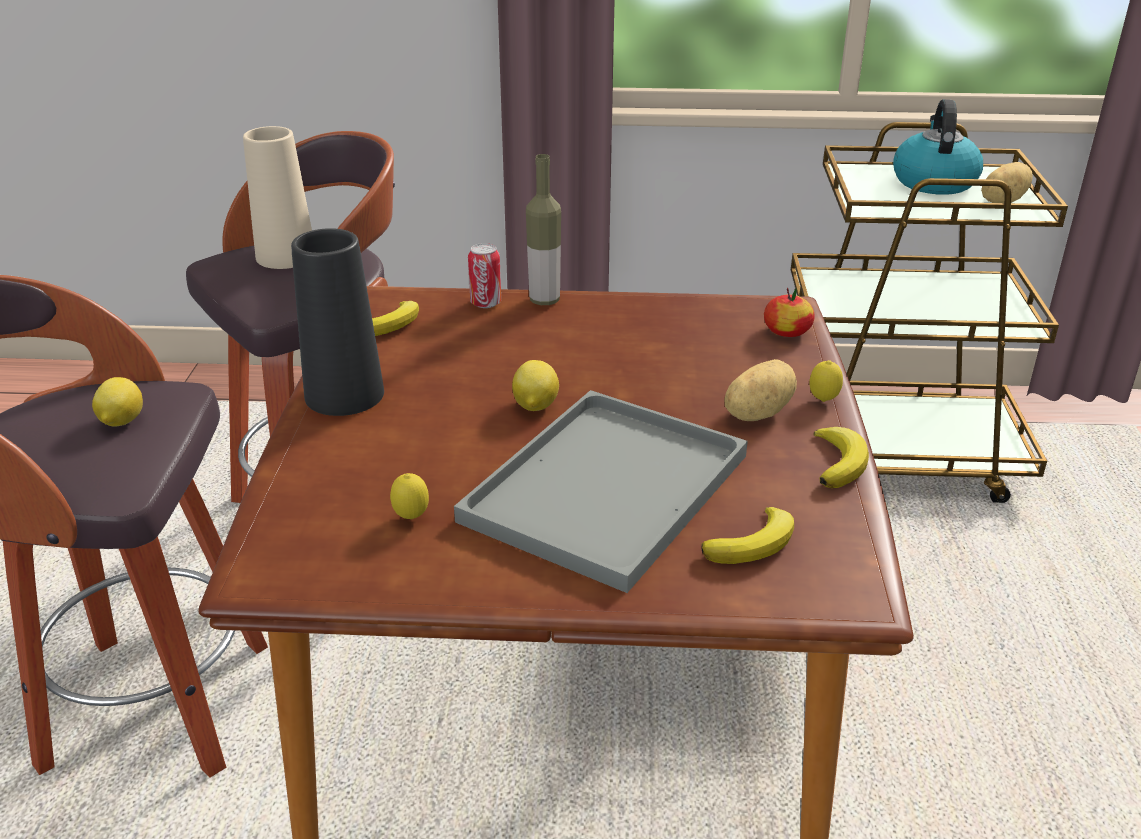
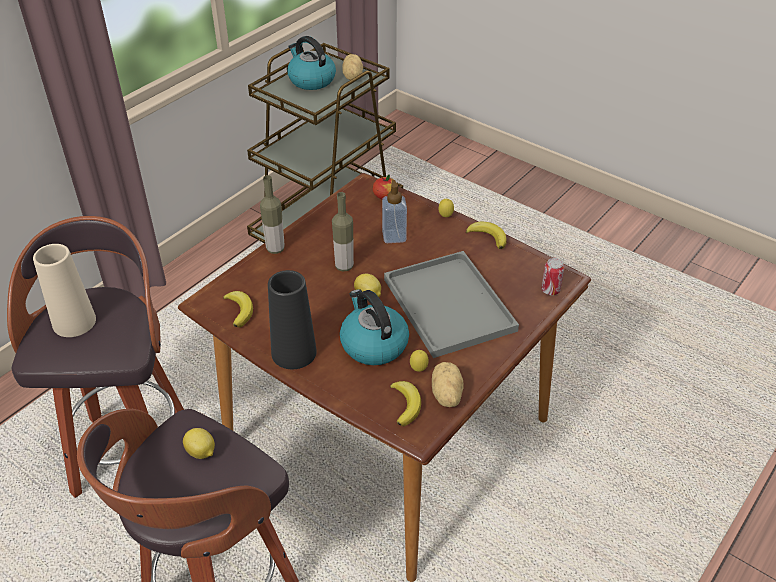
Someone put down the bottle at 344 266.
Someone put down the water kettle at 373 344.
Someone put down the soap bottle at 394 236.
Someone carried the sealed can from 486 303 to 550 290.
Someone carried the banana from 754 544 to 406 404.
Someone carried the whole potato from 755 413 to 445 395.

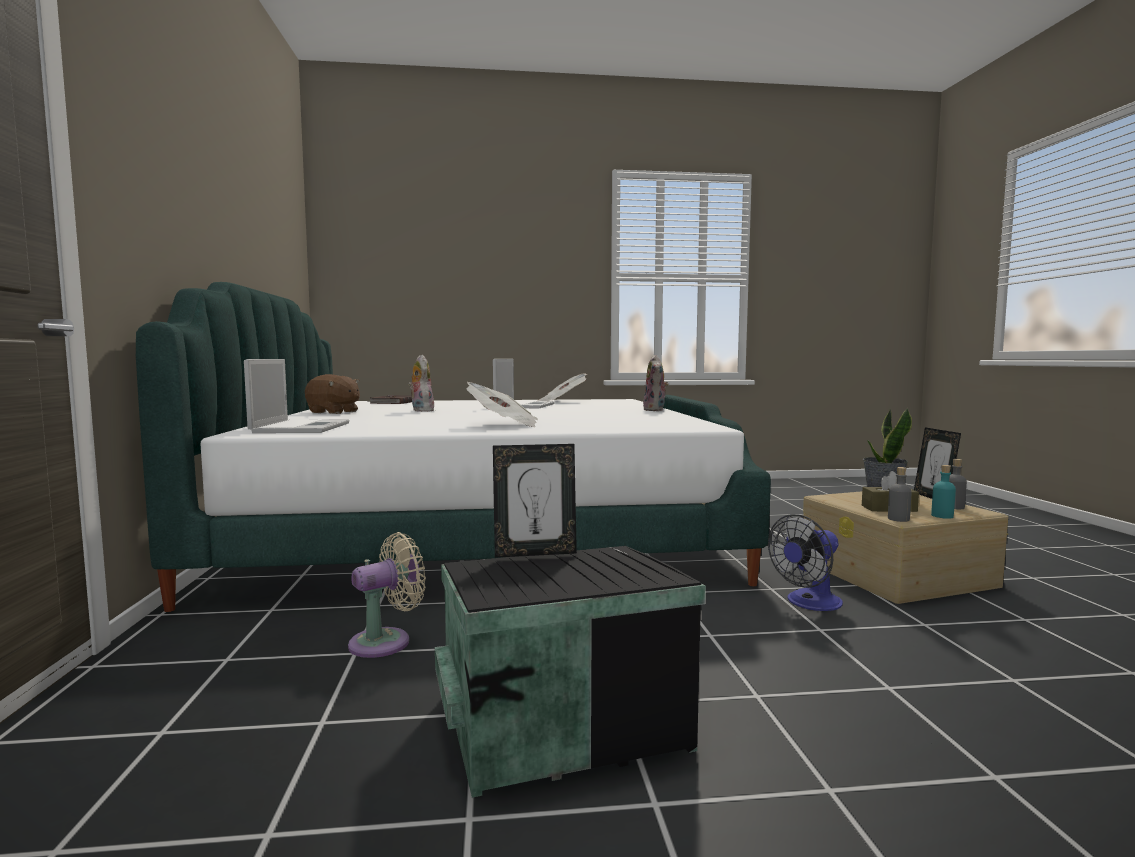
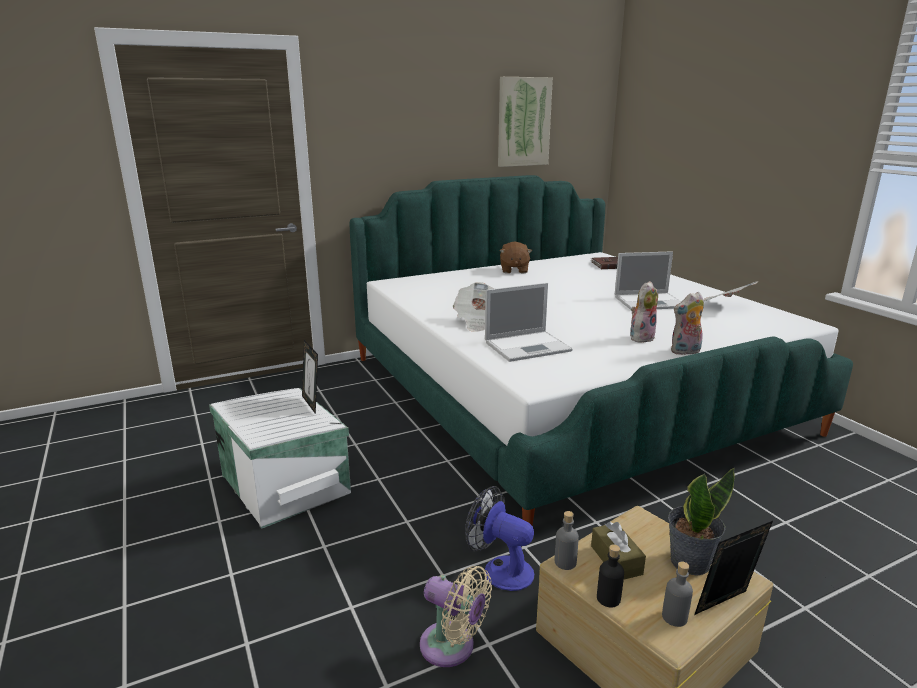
Someone put up the wall art at 523 122.
Someone carried the portable computer from 302 427 to 528 346.
Someone carried the fan (beige) from 386 642 to 452 647.
Someone carried the plush toy from 421 410 to 641 337.
Someone repainted the storage bin (blackish) at 557 716, which became the storage bin (white) at 286 483.
Someone repainted the bottle (turquoise) at 942 516, which became the bottle (blackish) at 608 598.

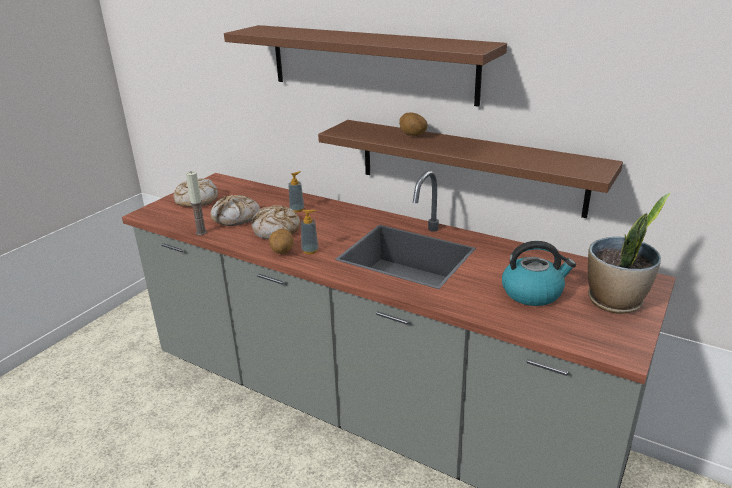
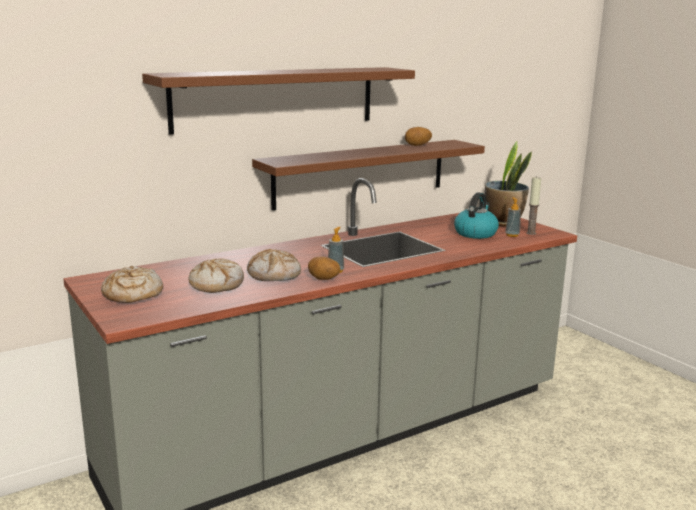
Someone carried the candle from 201 232 to 531 233.
Someone carried the soap bottle from 297 209 to 512 235.
Someone carried the whole potato from 412 135 to 417 145.

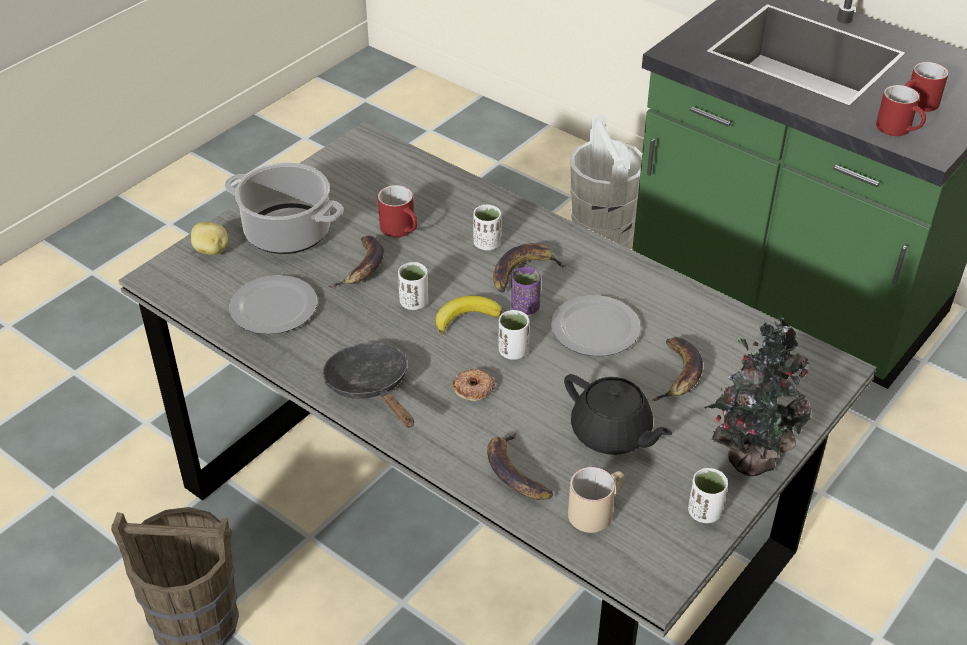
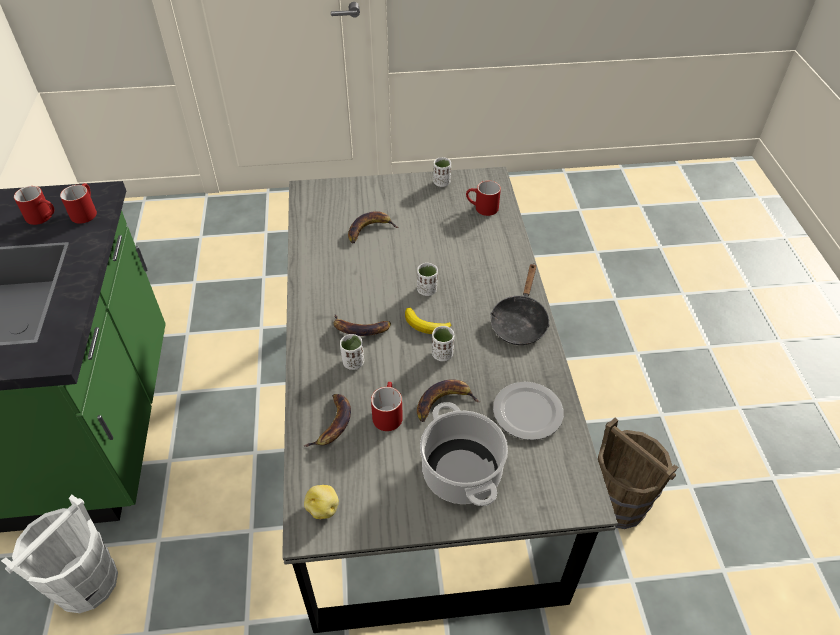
Someone took away the doughnut at 473 388.
Someone took away the small cup (purple-coloured) at 525 307.
Someone took away the dinner plate at 595 330.
Someone took away the teapot (blackish) at 612 434.
Someone took away the houseplant at 747 457.
Someone carried the whole potato from 211 251 to 323 508.
Someone carried the banana from 515 473 to 333 424.
Someone repainted the coffee mug (beige) at 595 510, which became the coffee mug (reddish) at 482 208.

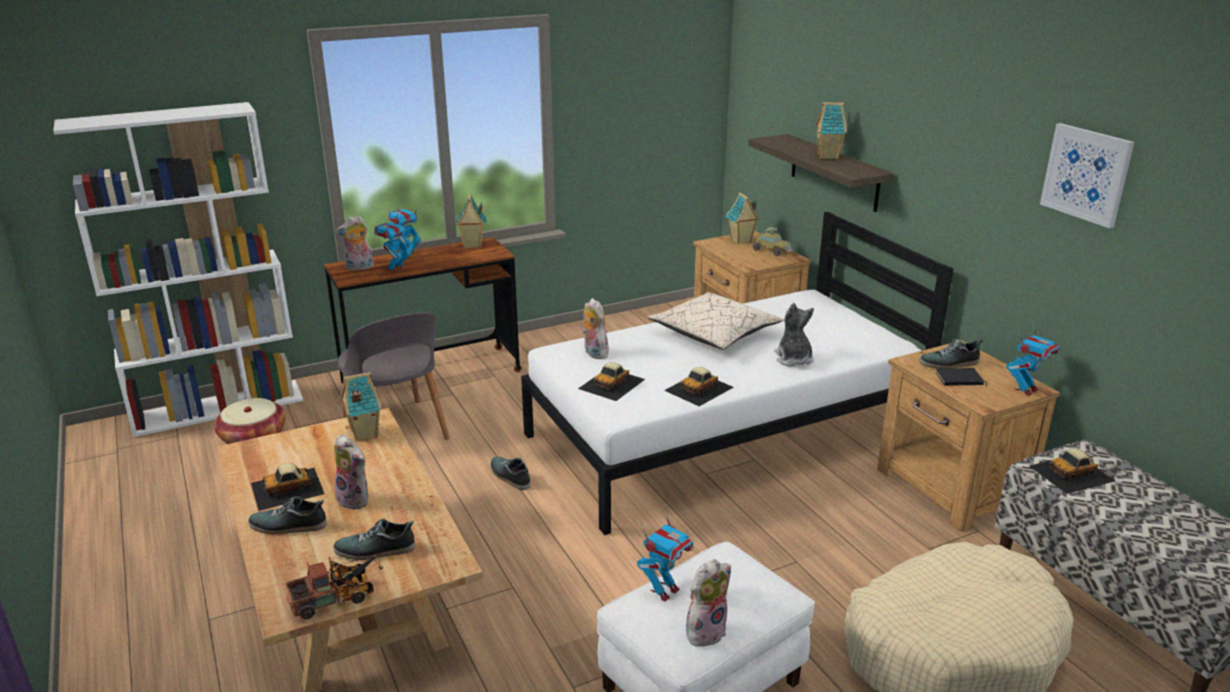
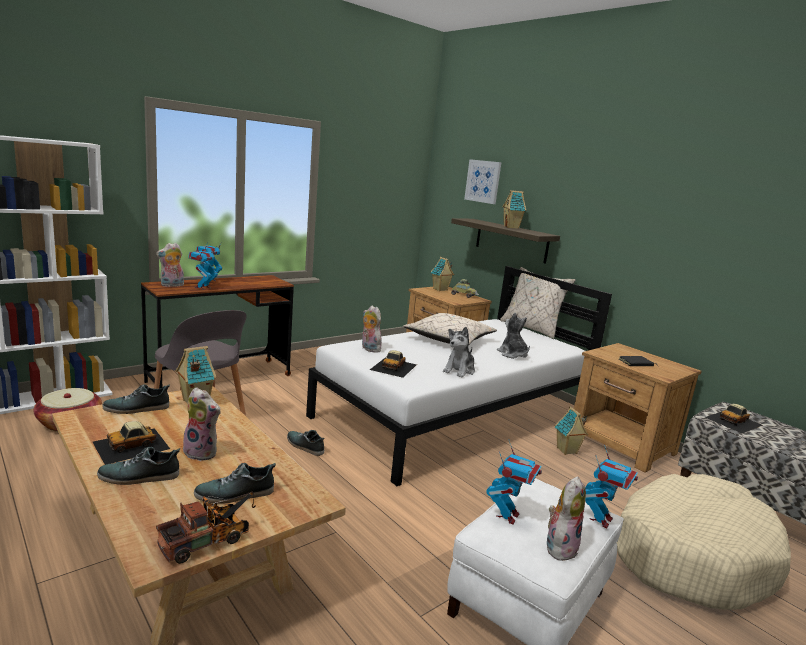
Someone put down the throw pillow (beige) at 531 328.
Someone carried the miniature house from 472 245 to 567 451.
Someone carried the low shoe from 949 363 to 137 408.
Someone carried the model robot from 1026 390 to 601 519.
Someone carried the wall art from 1086 174 to 483 181.
Someone swapped the toy car at 699 388 for the plush toy at 459 370.

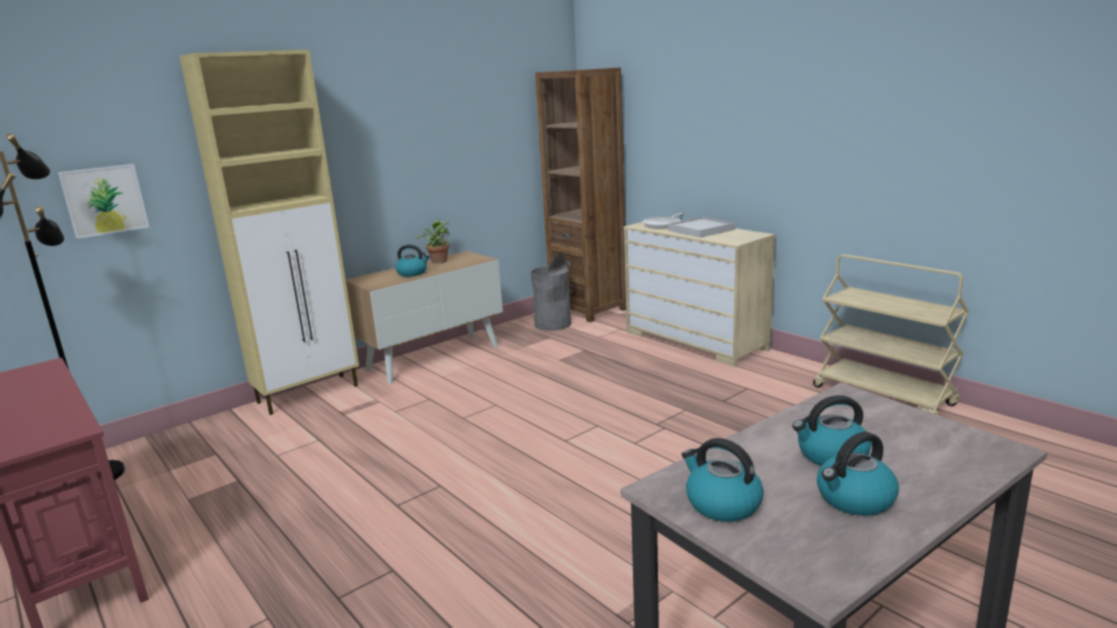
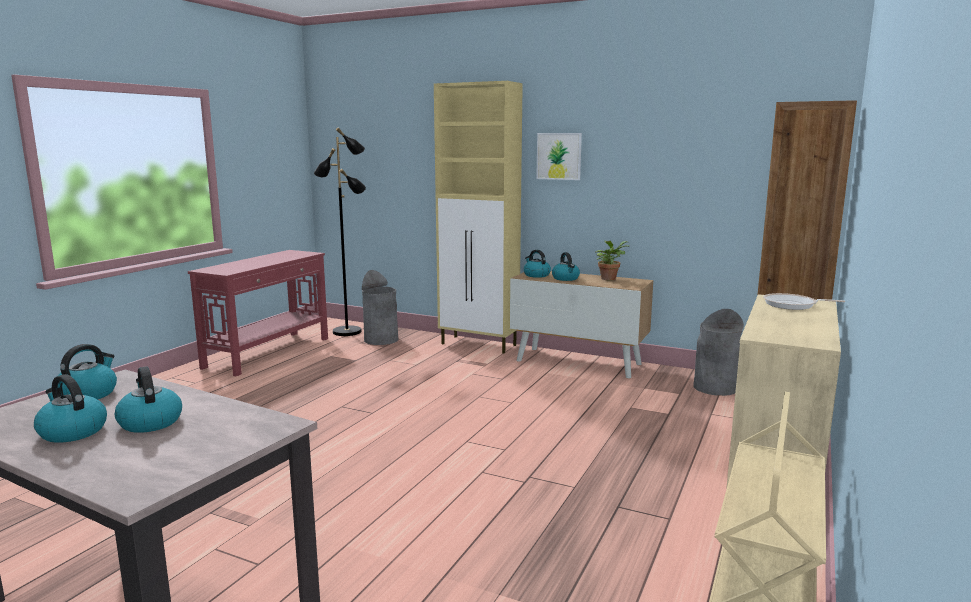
Someone took away the carrying tray (white) at 701 230.
Someone put down the trash can (greyish) at 381 340.
Someone put down the water kettle at 536 275.
Someone carried the wall art from 105 200 to 559 156.

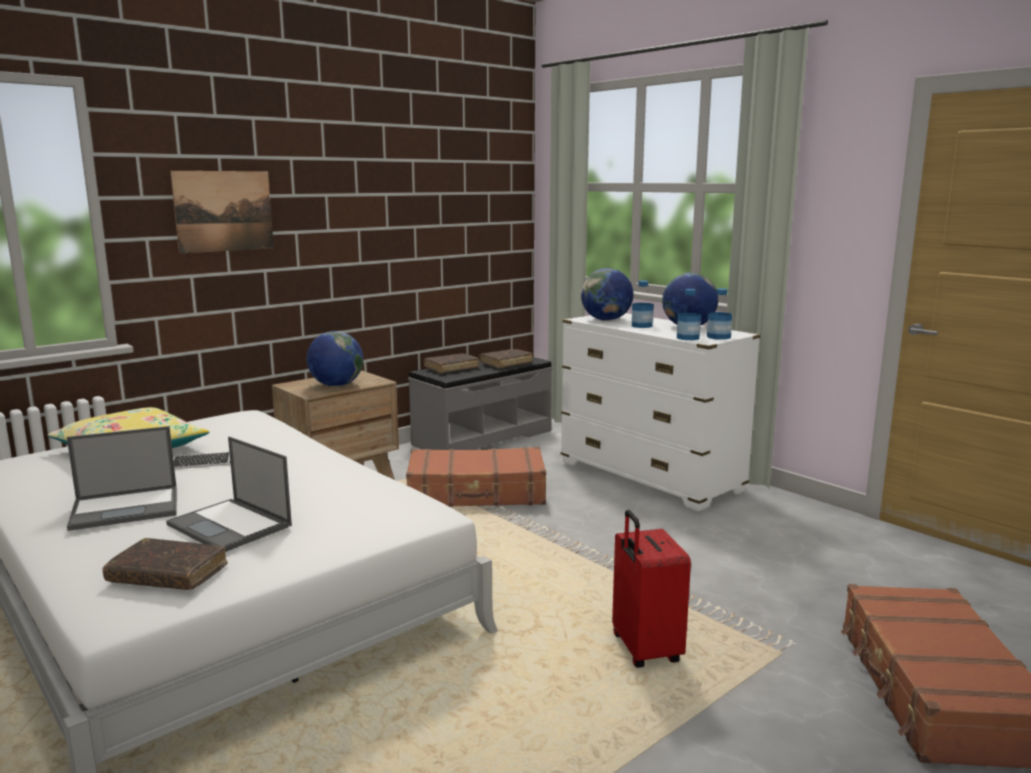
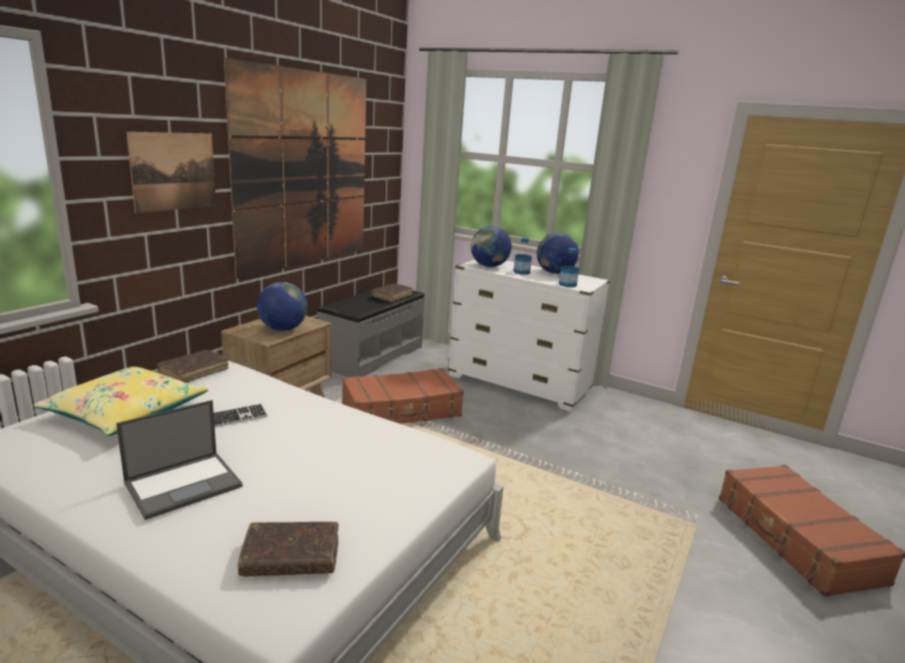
Someone took away the portable computer at 231 525.
Someone took away the piece of luggage (reddish) at 644 650.
Someone took away the bottle at 718 337.
Someone put up the wall art at 305 171.
Someone carried the bound book (brownish) from 451 368 to 194 372.

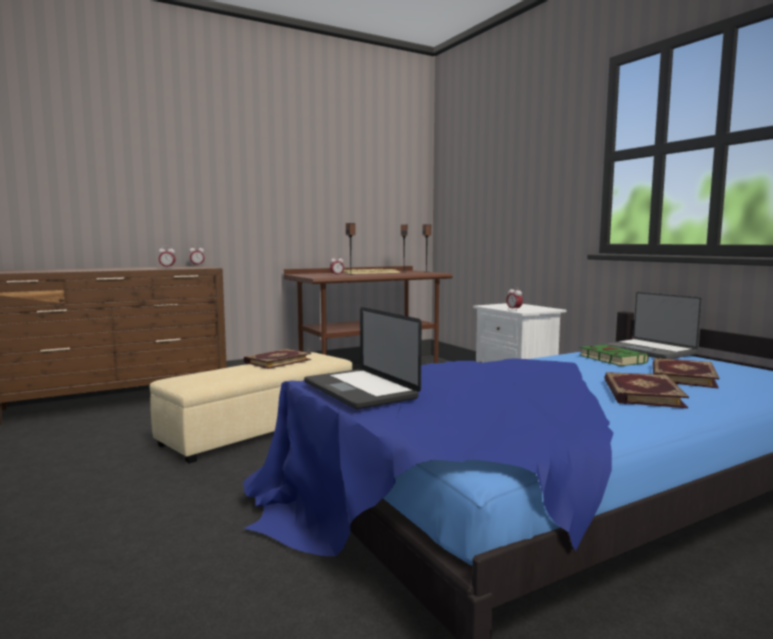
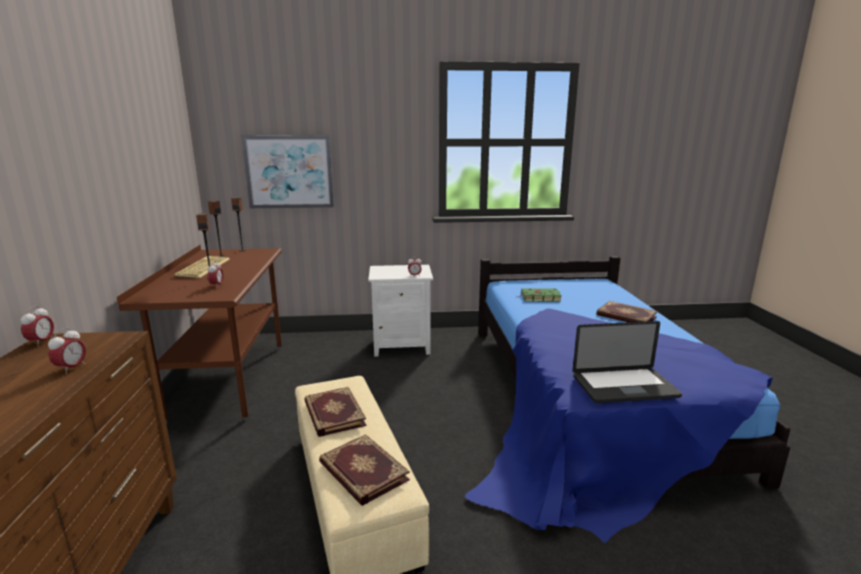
Someone took away the portable computer at 650 351.
Someone put up the wall art at 289 172.
Someone carried the bound book from 681 376 to 362 472.

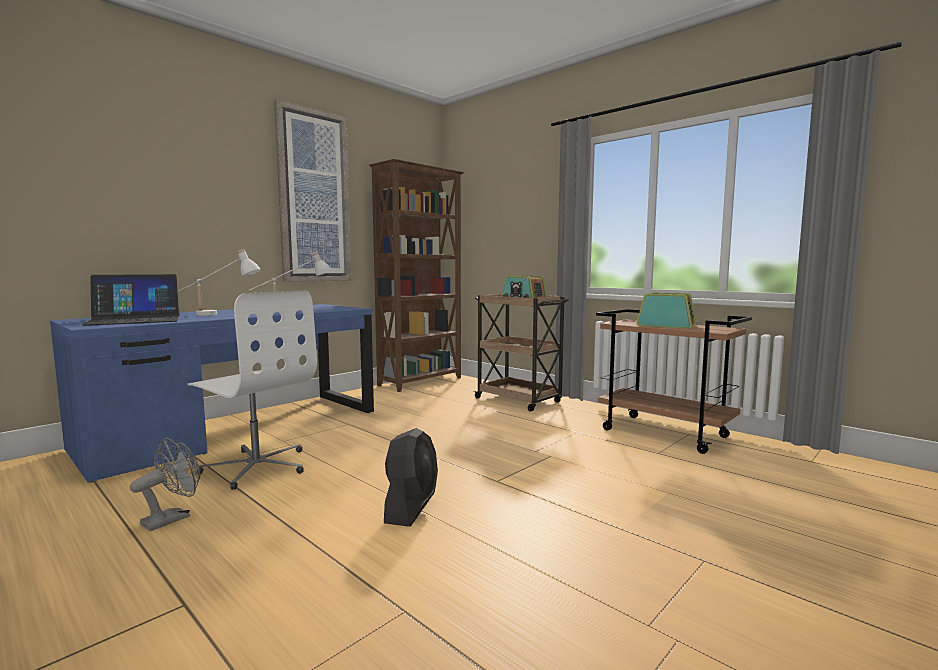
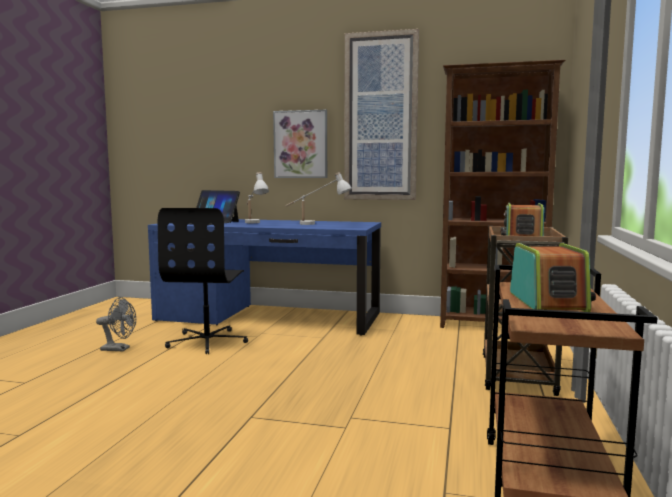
Someone took away the fan (blackish) at 411 506.
Someone put up the wall art at 301 144.
Someone repainted the desk chair (white) at 257 466, which became the desk chair (blackish) at 208 341.

